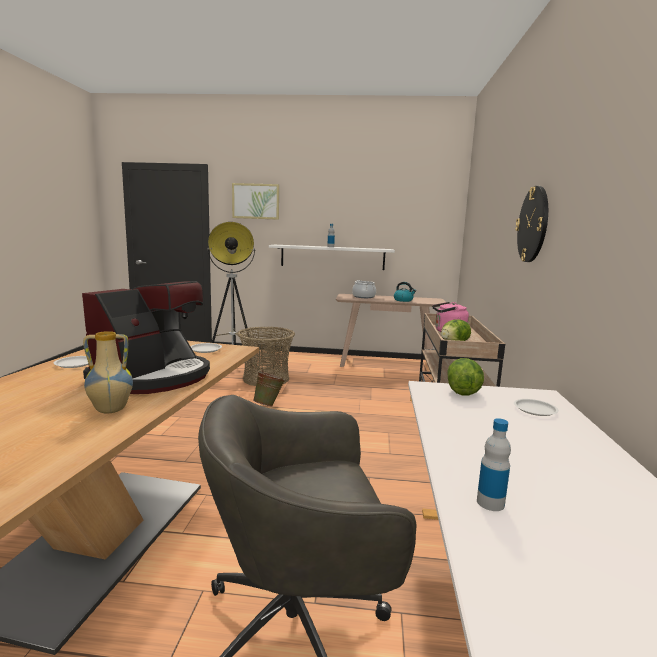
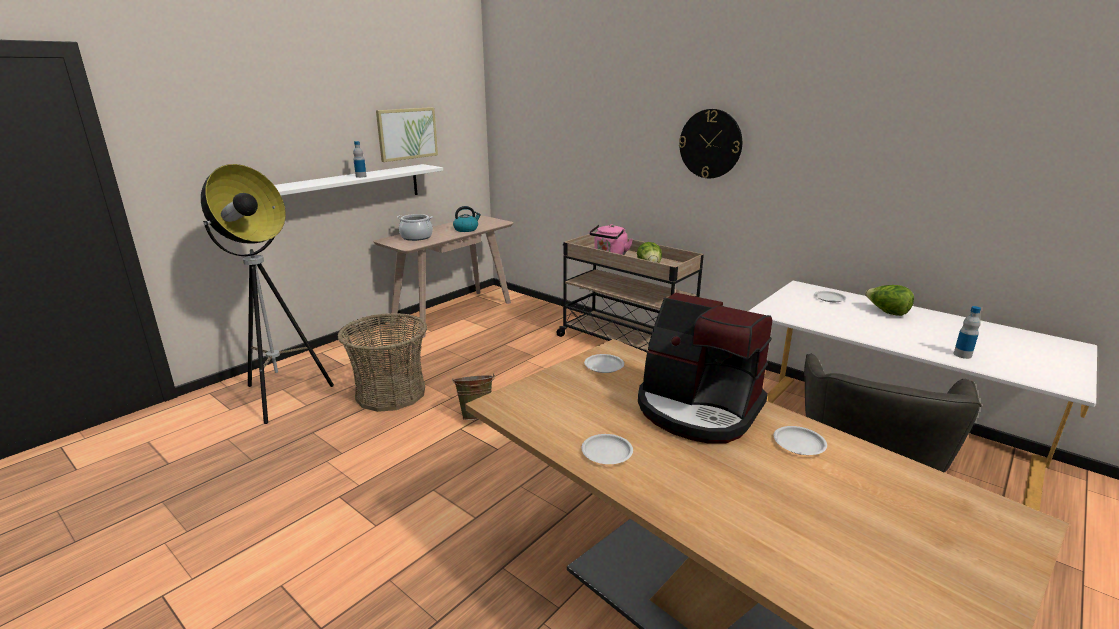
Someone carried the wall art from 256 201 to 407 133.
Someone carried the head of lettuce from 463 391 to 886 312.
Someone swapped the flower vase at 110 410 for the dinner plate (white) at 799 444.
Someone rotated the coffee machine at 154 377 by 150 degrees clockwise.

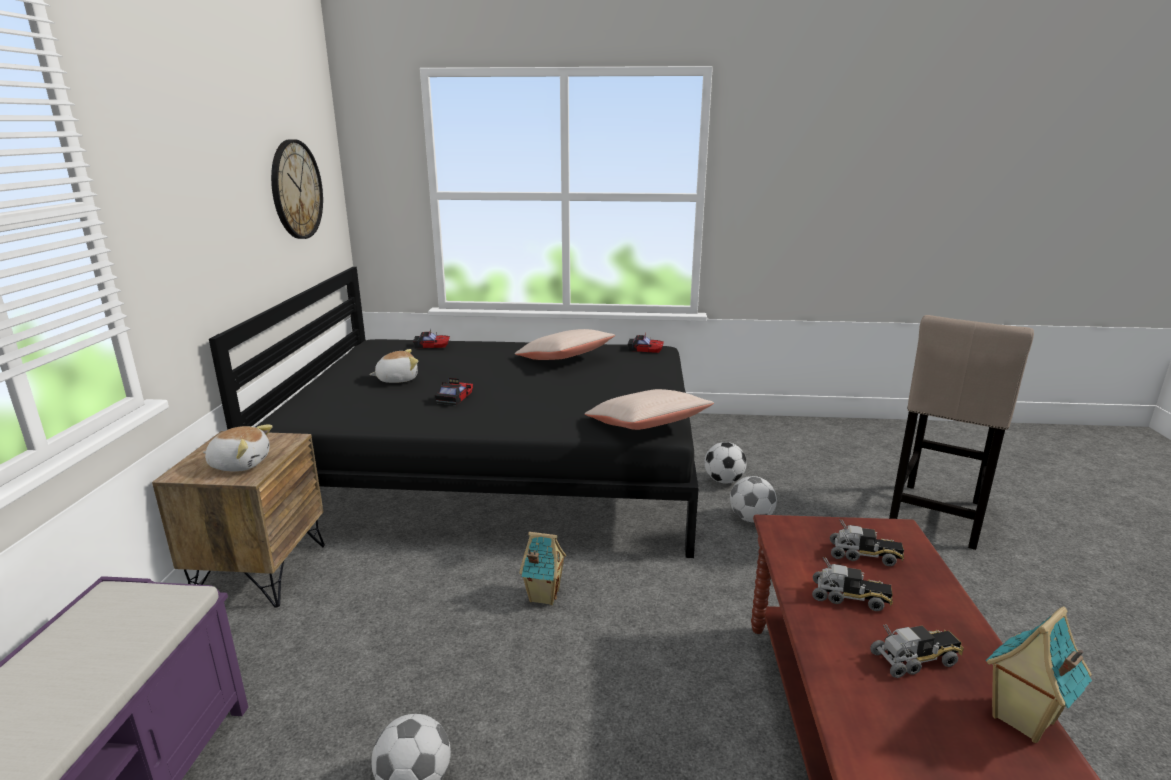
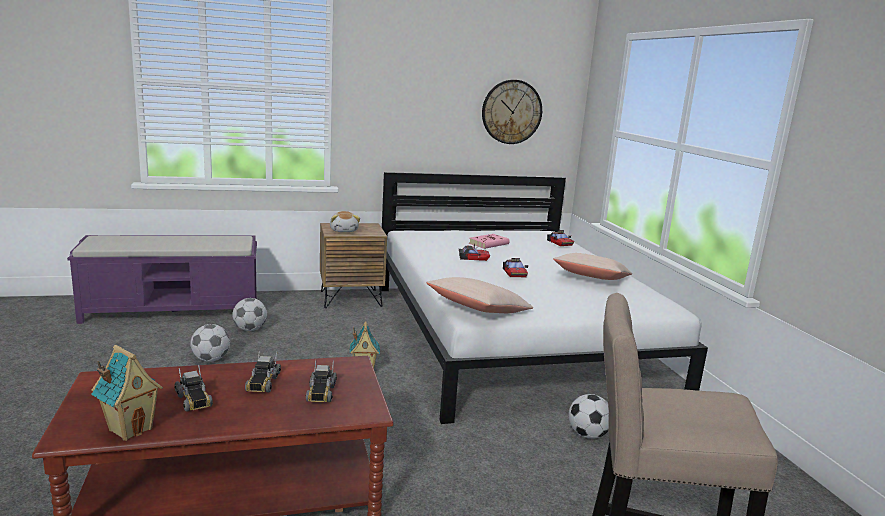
Someone carried the toy car from 645 349 to 514 273.
Someone carried the football from 750 518 to 250 329.
Someone swapped the plush toy at 397 379 for the bound book (pink) at 489 244.
Someone repainted the bedroom bed (blackish) at 498 468, which became the bedroom bed (white) at 511 336.

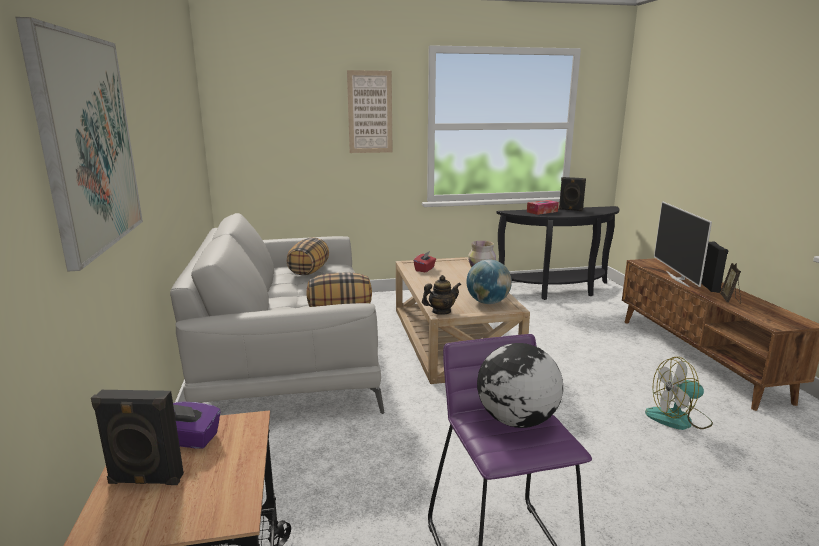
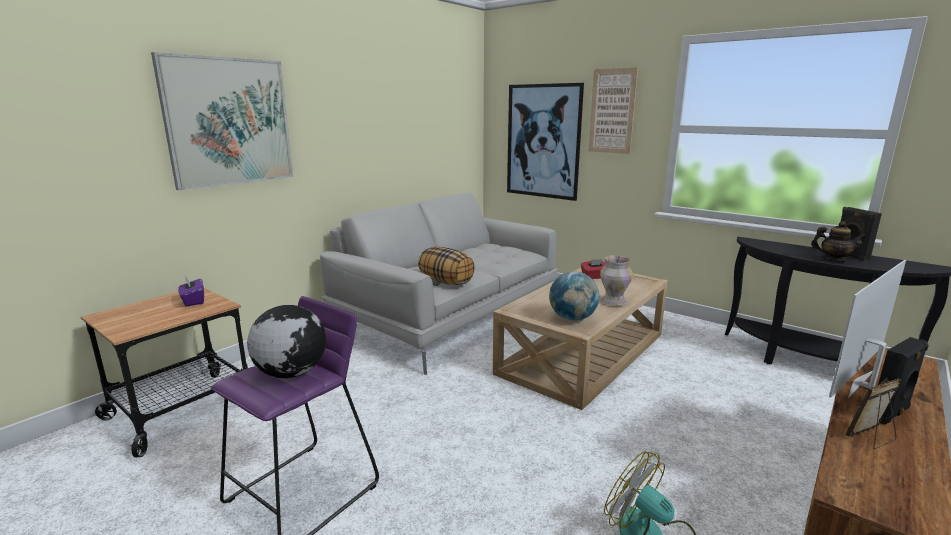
Someone took away the speaker (blackish) at 145 480.
Someone took away the throw pillow at 309 271.
Someone took away the tissue holder at 542 212.
Someone put up the wall art at 543 141.
Someone carried the teapot from 441 312 to 833 260.

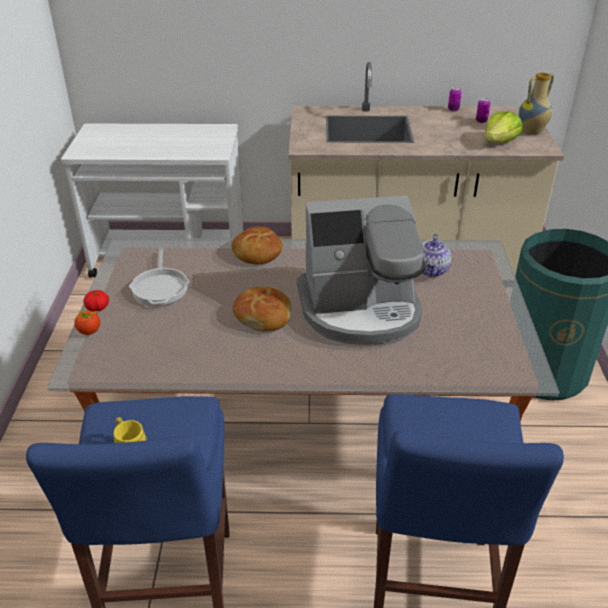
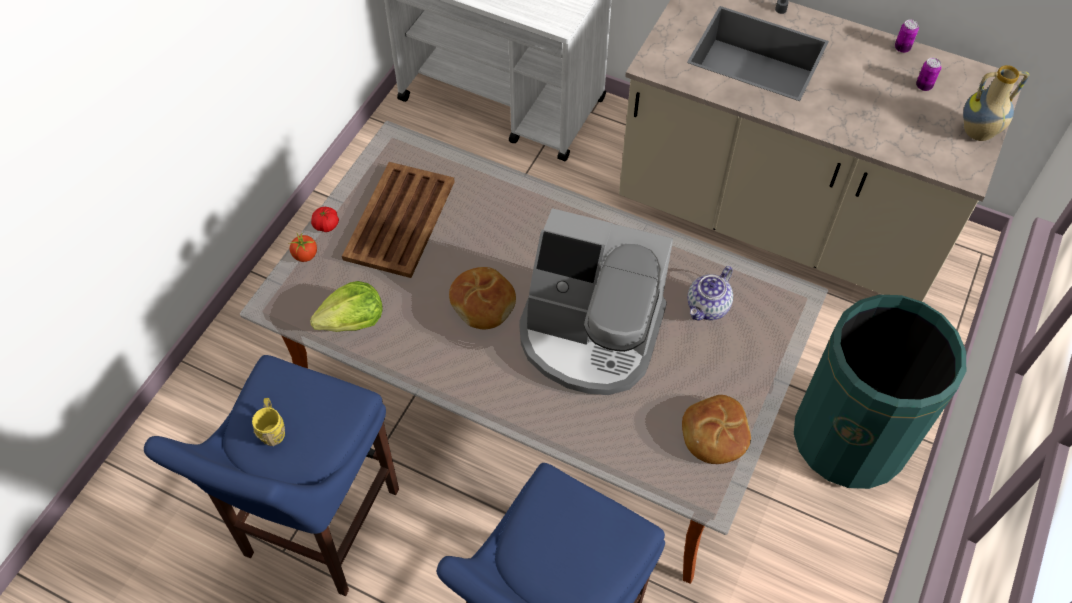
Someone carried the bakery bread from 257 253 to 714 435.
Someone carried the head of lettuce from 499 142 to 353 321.
Someone swapped the pan at 160 287 for the carrying tray (brownish) at 400 219.

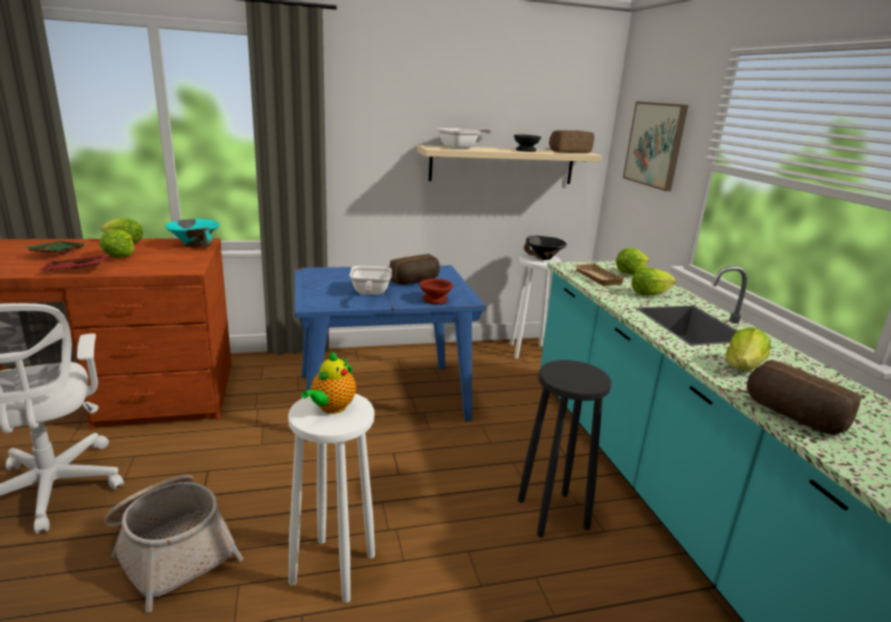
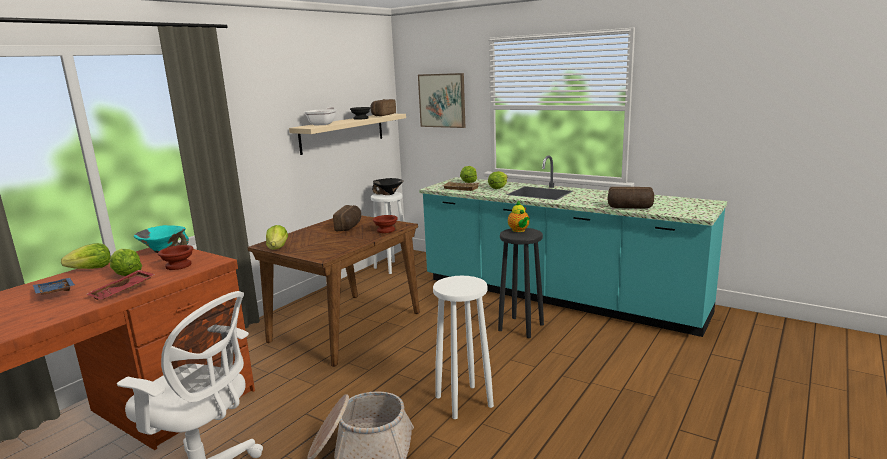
Someone took away the pan at 370 293.
Someone put down the bowl (brownish) at 178 265.
Someone carried the teapot from 331 408 to 519 230.
Someone carried the head of lettuce from 743 367 to 278 248.
Someone repainted the carrying tray (greenish) at 57 253, which became the carrying tray (bluish) at 54 293.
Someone repainted the dinner table (bluish) at 381 397, which became the dinner table (brownish) at 345 327.

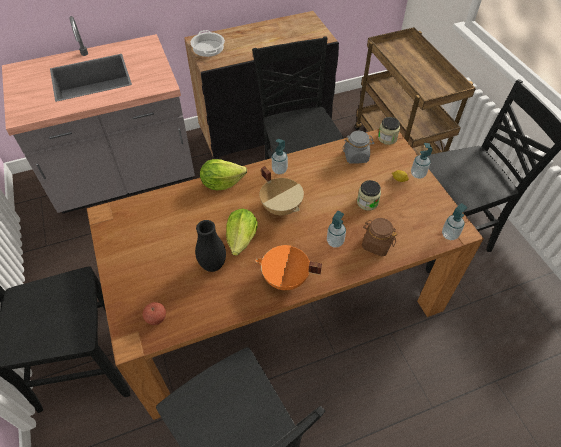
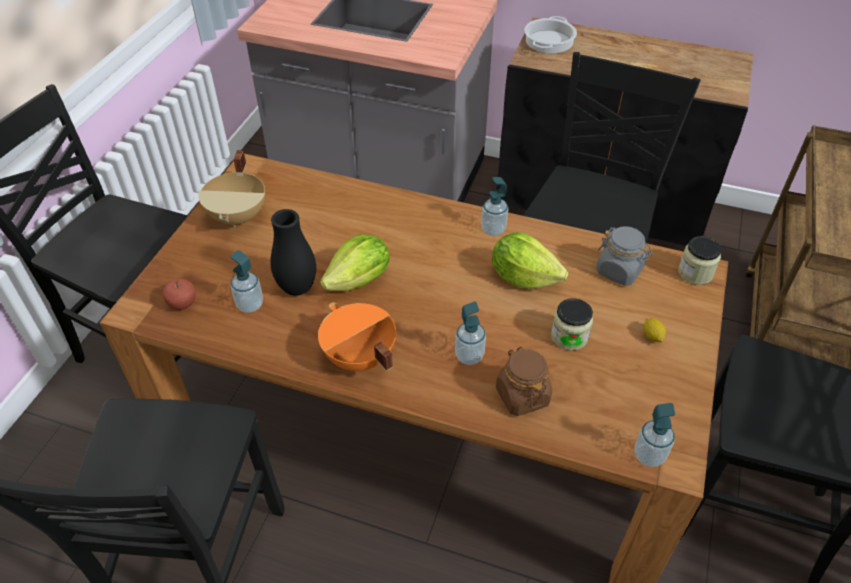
Someone carried the head of lettuce from 222 183 to 523 277.
Someone carried the stockpot (beige) from 281 207 to 239 216.
Someone carried the soap bottle from 418 174 to 250 305.

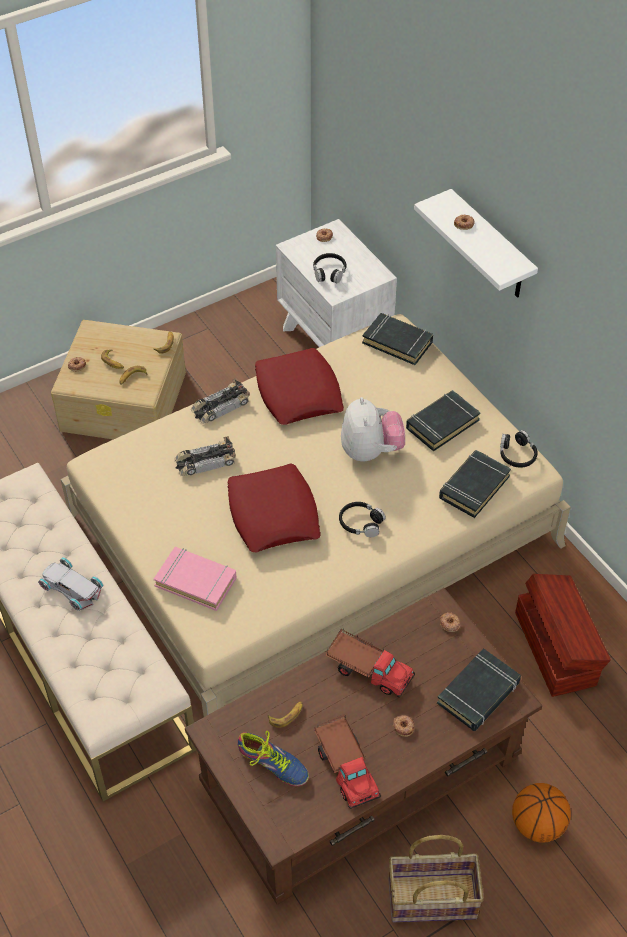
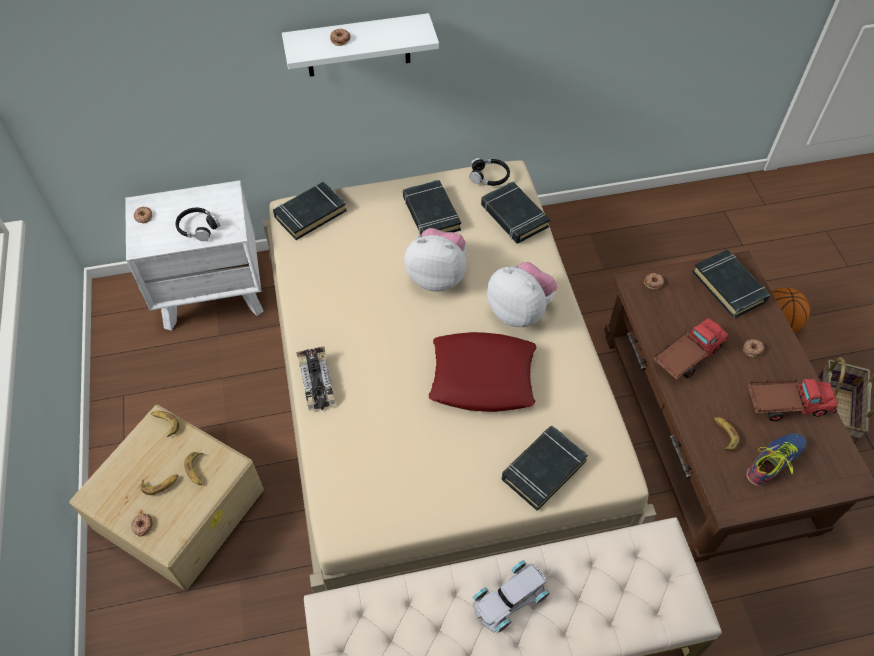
Someone took away the toy car at 205 461.
Someone took away the throw pillow (reddish) at 299 393.
Someone took away the storage bin (brownish) at 556 647.
Someone swapped the headset (blackish) at 360 523 for the plush toy at 519 311.
Someone repainted the bound book (pink) at 196 581, which became the bound book (blackish) at 543 469.

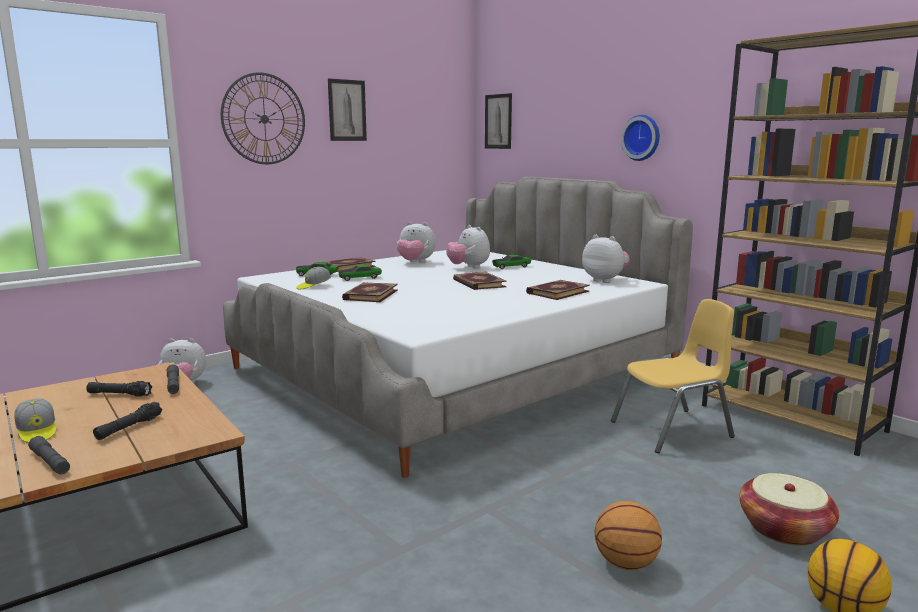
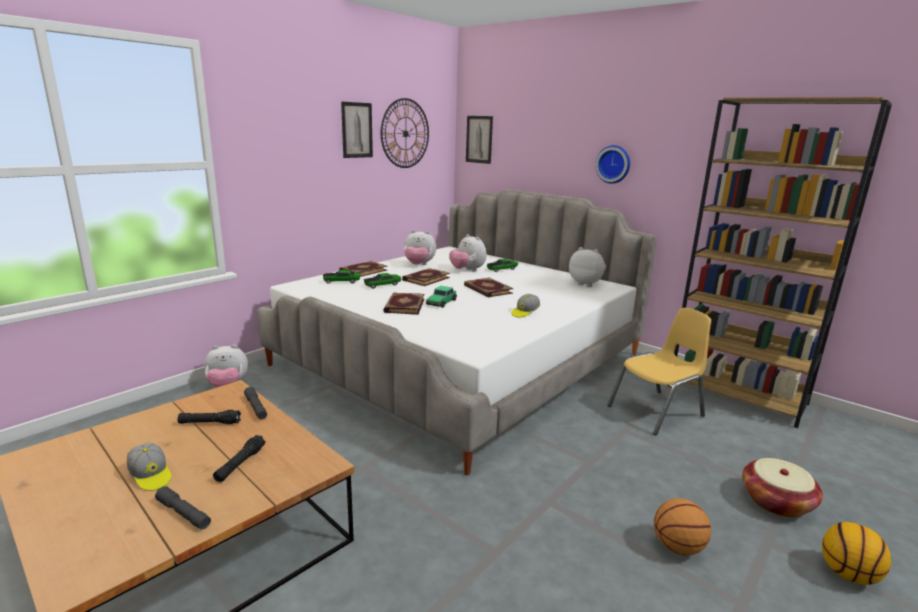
Someone put down the toy car at 441 302.
Someone carried the wall clock from 264 119 to 405 133.
Someone carried the peaked cap from 313 286 to 525 313.
Someone carried the bound book from 557 292 to 425 279.

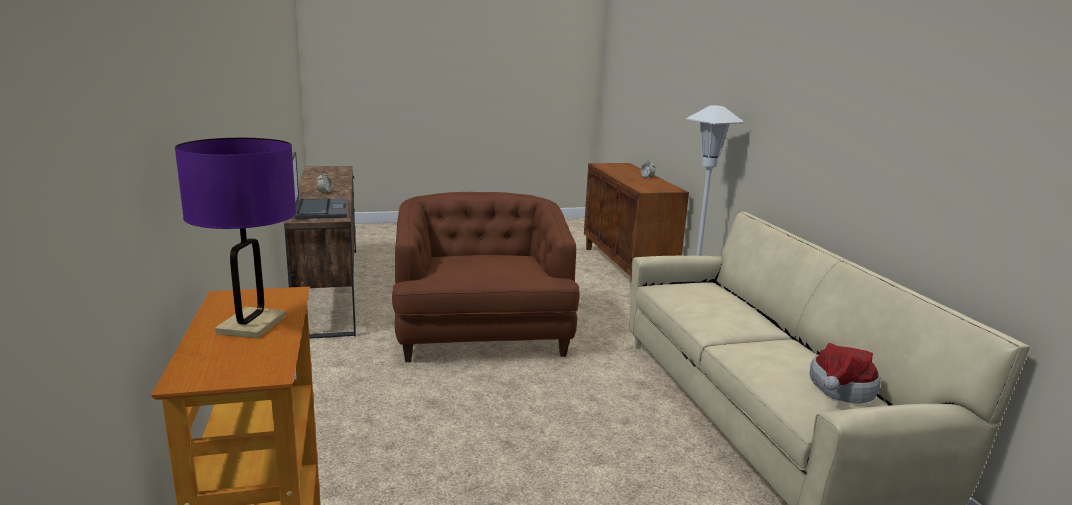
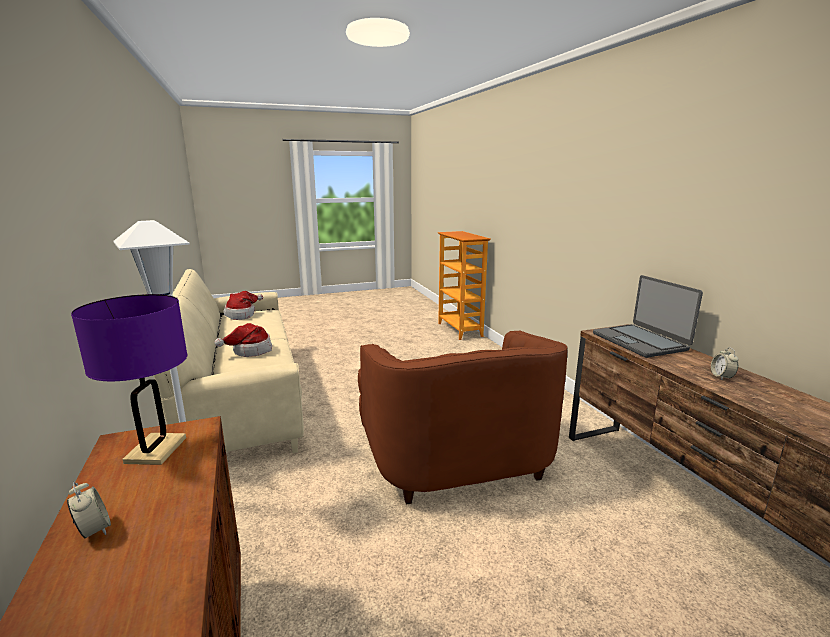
Someone put down the clothing hat at 250 351.
Someone carried the tabletop lamp (purple-coloured) from 251 324 to 156 450.

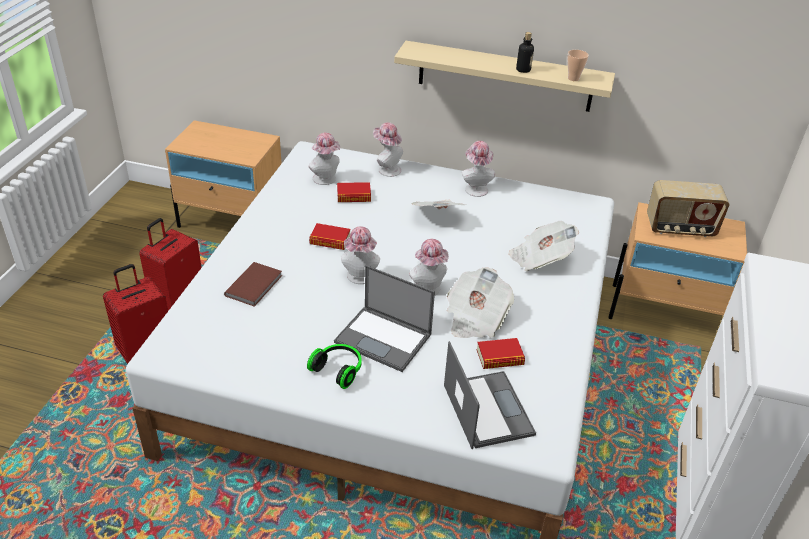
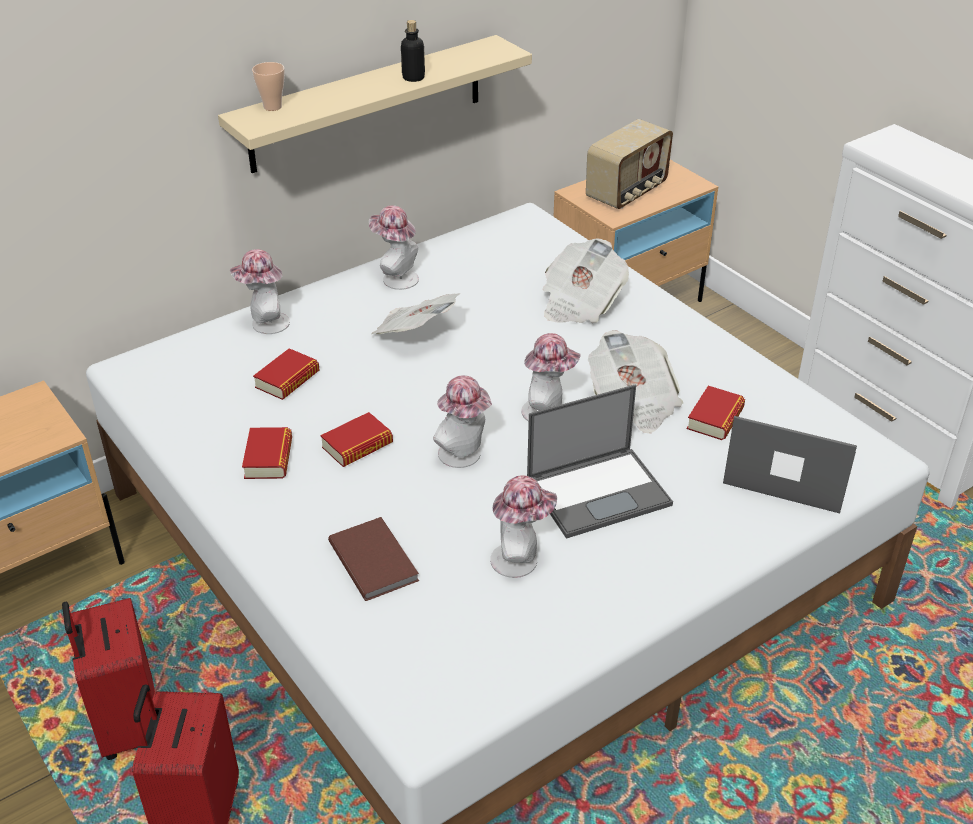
Someone took away the headset at 338 370.
Someone put down the bound book at 268 458.
Someone carried the clothing hat from 326 180 to 520 559.
Someone carried the small cup from 573 78 to 272 107.

